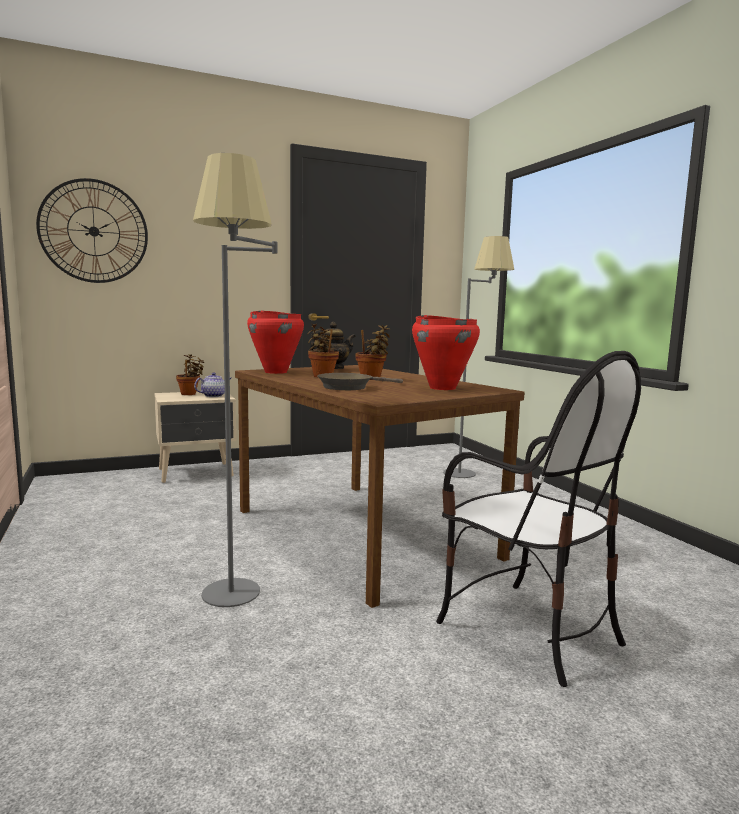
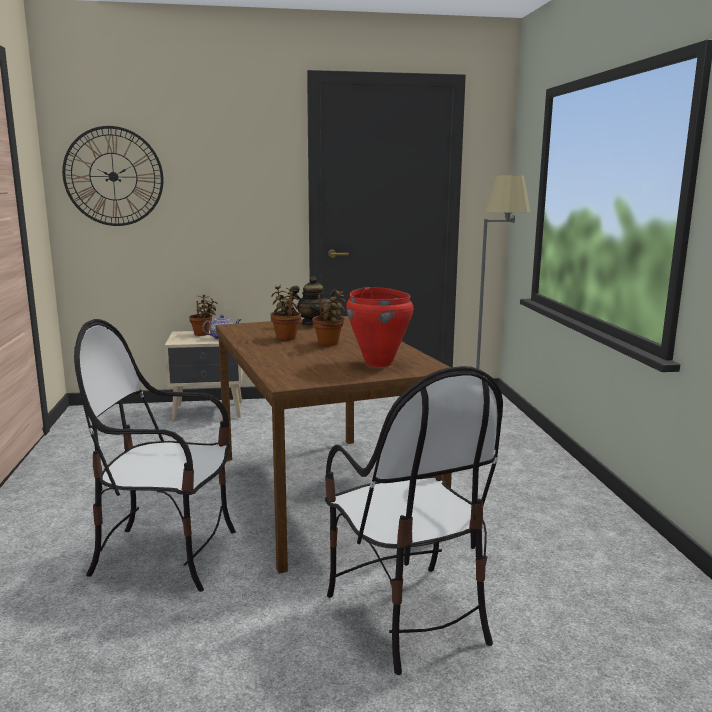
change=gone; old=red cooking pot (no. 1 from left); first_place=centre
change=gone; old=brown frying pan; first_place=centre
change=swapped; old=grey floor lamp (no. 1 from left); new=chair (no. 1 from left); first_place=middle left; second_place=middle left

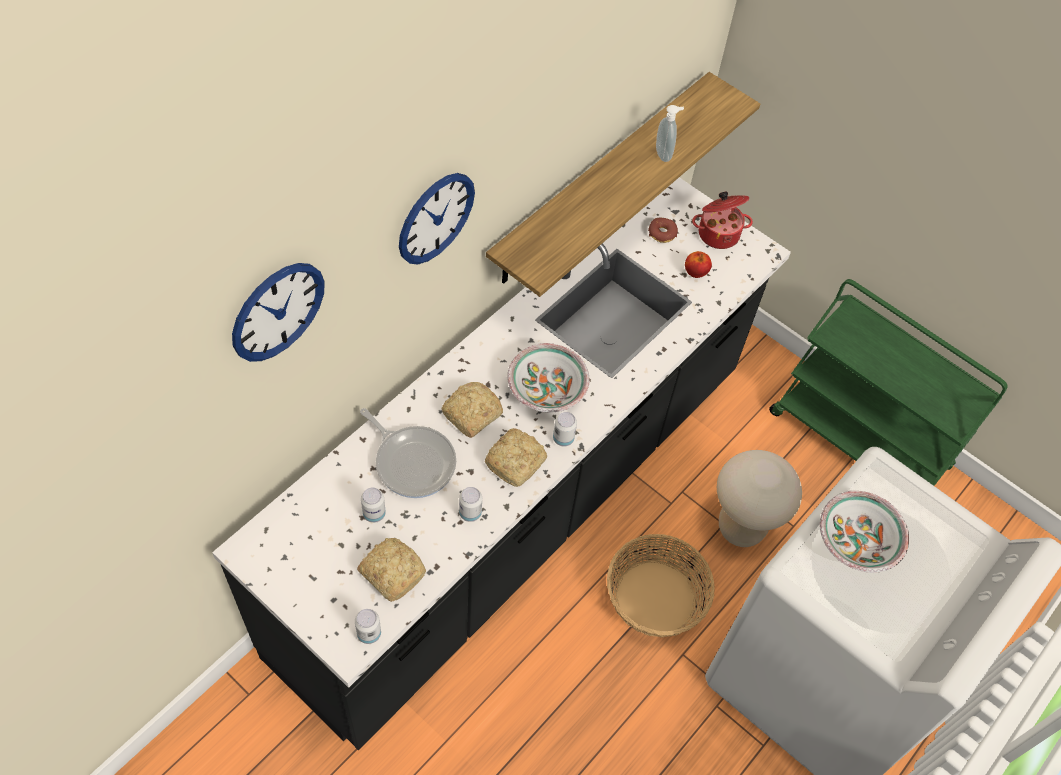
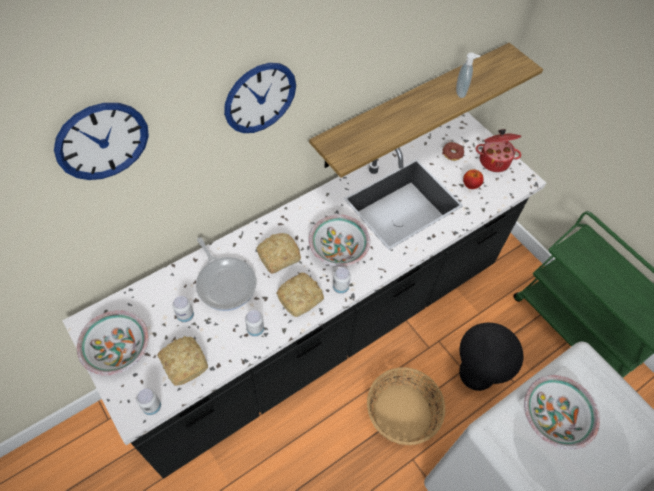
change=new; new=bowl (no. 1 from left); second_place=bottom left
change=repainted; old=beige stool; new=black stool; first_place=middle right; second_place=bottom right

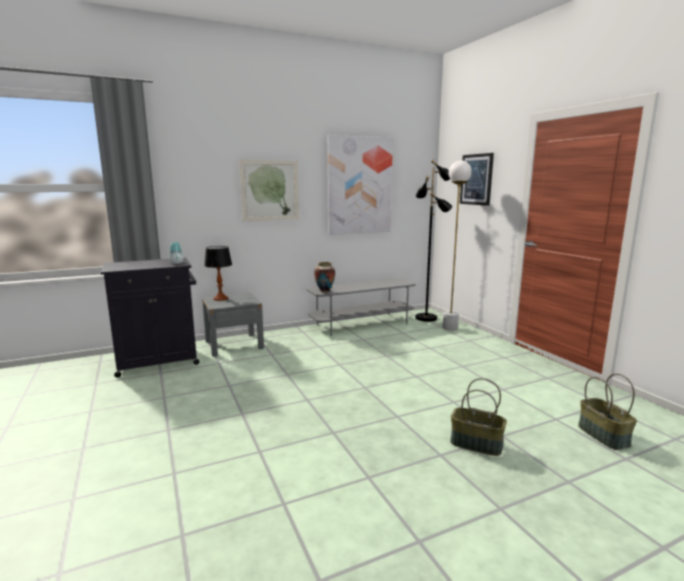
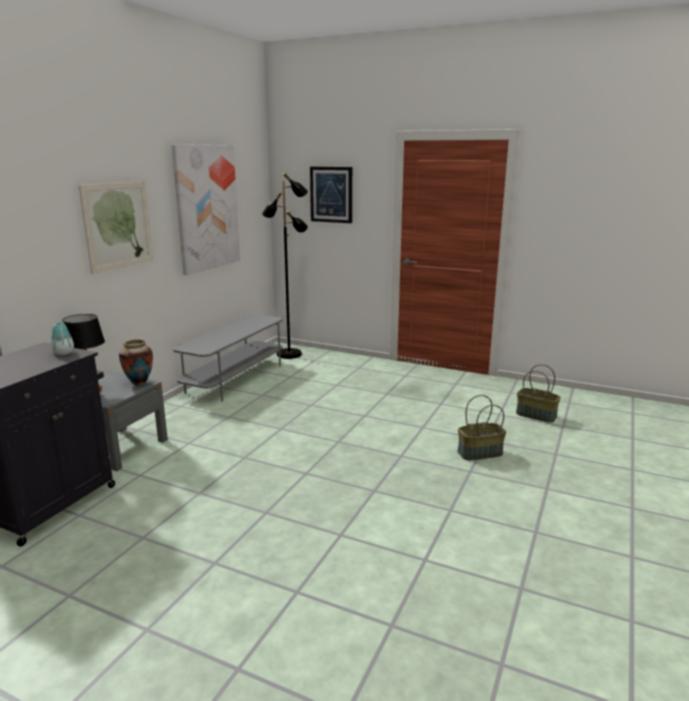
change=gone; old=white floor lamp; first_place=middle right
change=shifted; old=vase (no. 2 from left); first_place=centre; second_place=middle left

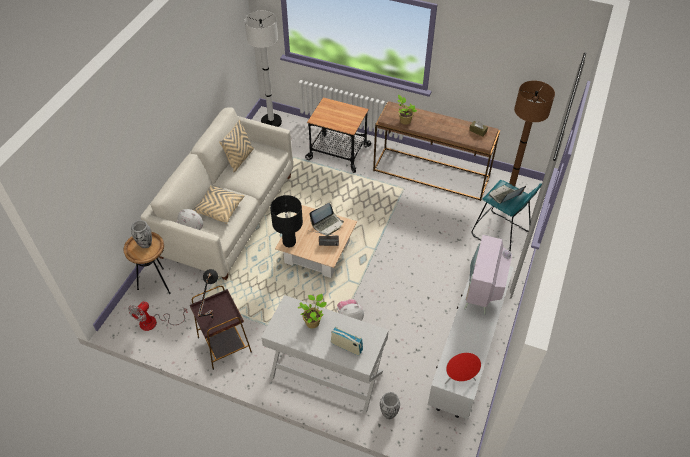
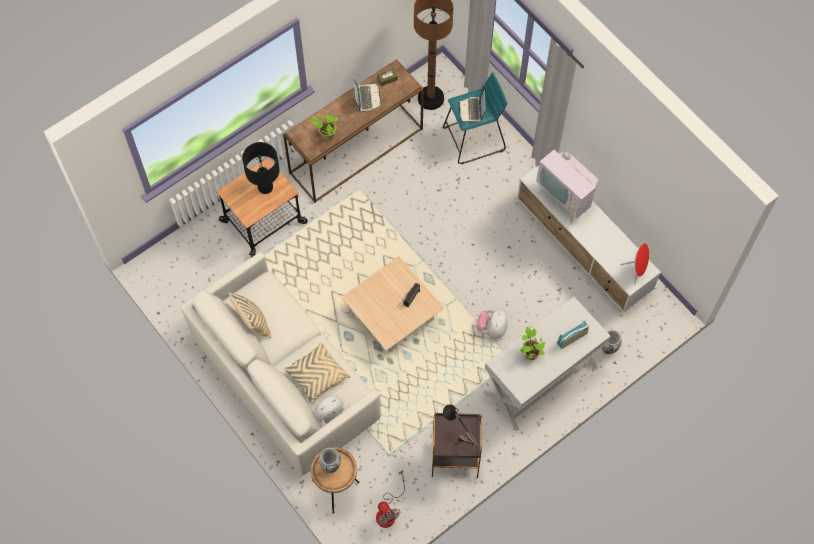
change=gone; old=white floor lamp; first_place=top centre
change=shifted; old=black table lamp (no. 2 from left in the first image); new=black table lamp (no. 1 from left); first_place=centre; second_place=top left
change=shifted; old=laptop (no. 1 from left); first_place=centre; second_place=top centre

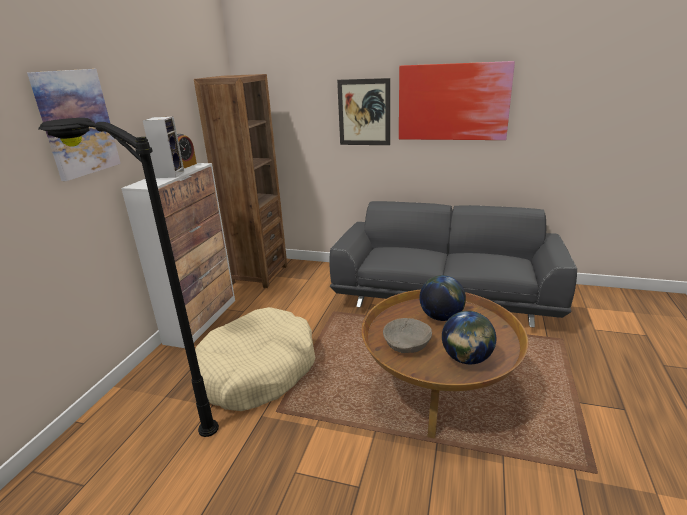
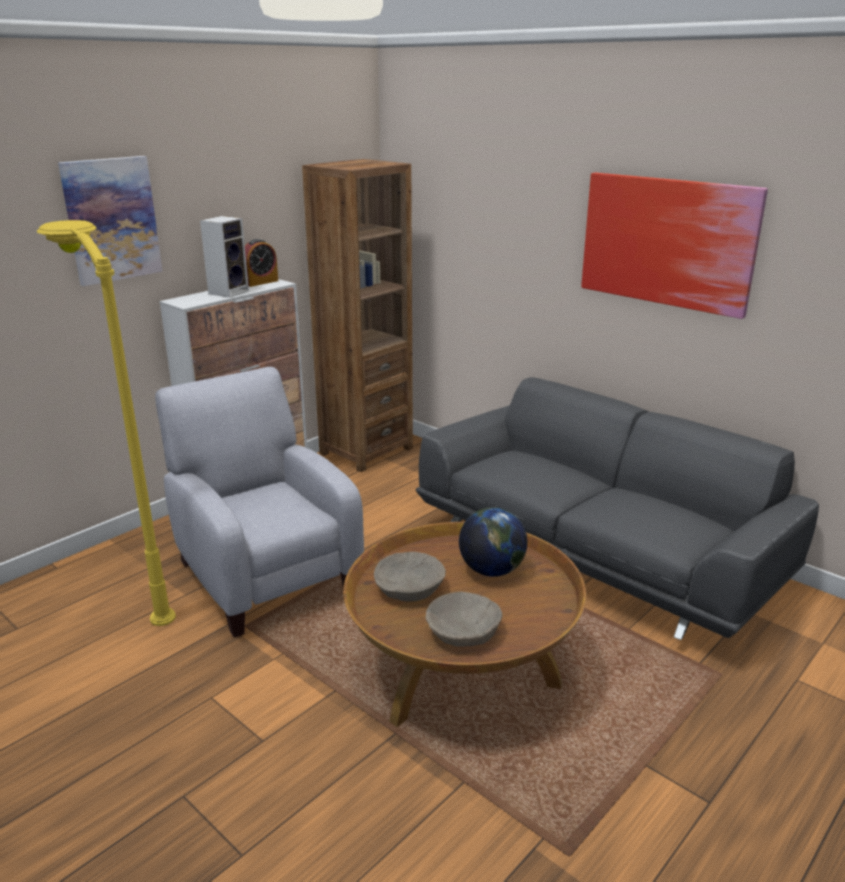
change=gone; old=picture (no. 2 from left); first_place=top centre
change=swapped; old=beige dog bed; new=grey armchair; first_place=bottom centre; second_place=middle left
change=swapped; old=globe (no. 2 from left); new=beige bowl (no. 2 from left); first_place=middle right; second_place=bottom centre
change=repainted; old=black floor lamp; new=yellow floor lamp; first_place=middle left; second_place=middle left

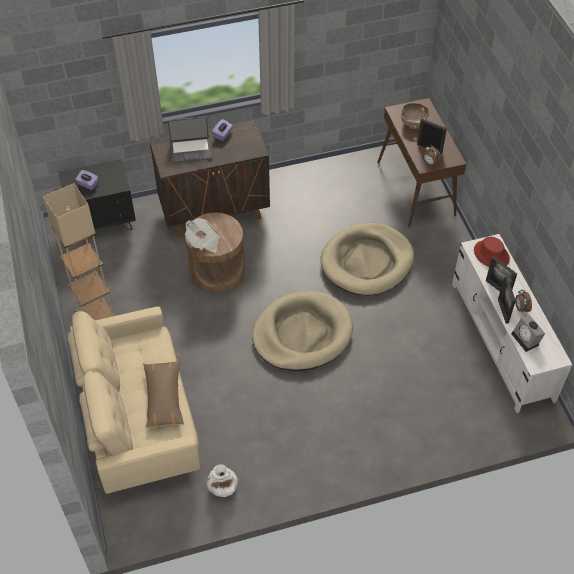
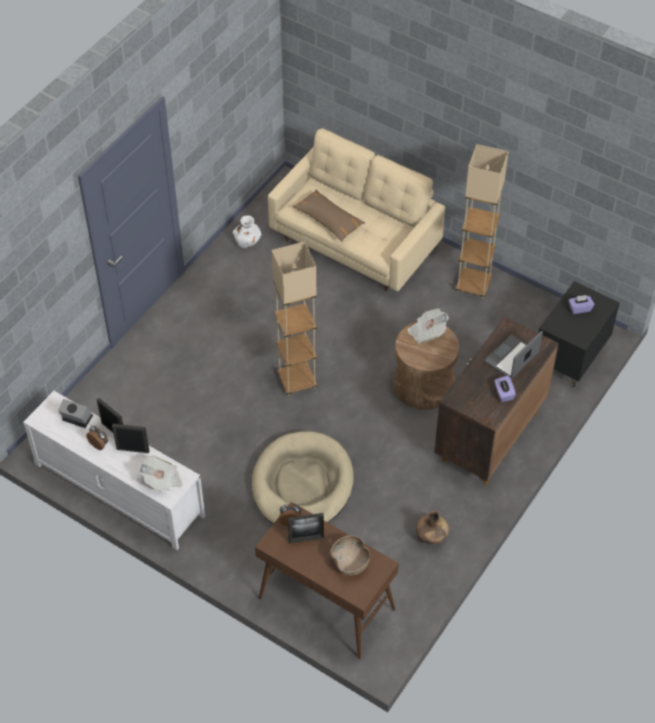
change=new; new=brown vase; second_place=bottom centre
change=swapped; old=beige dog bed (no. 1 from left); new=beige floor lamp (no. 1 from left); first_place=centre; second_place=centre
change=swapped; old=red hat; new=newspaper (no. 1 from left); first_place=middle right; second_place=middle left

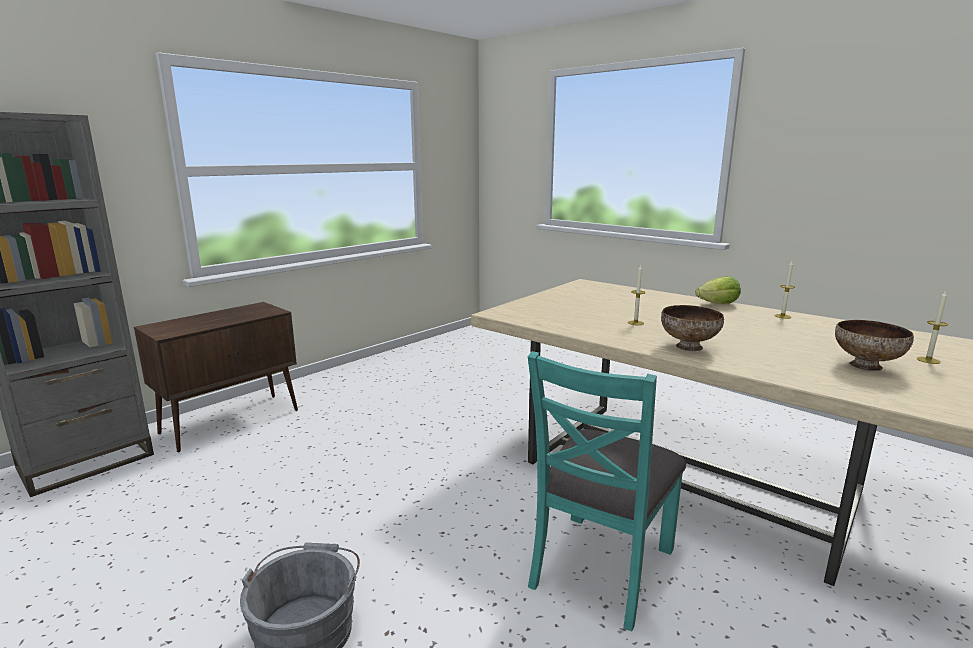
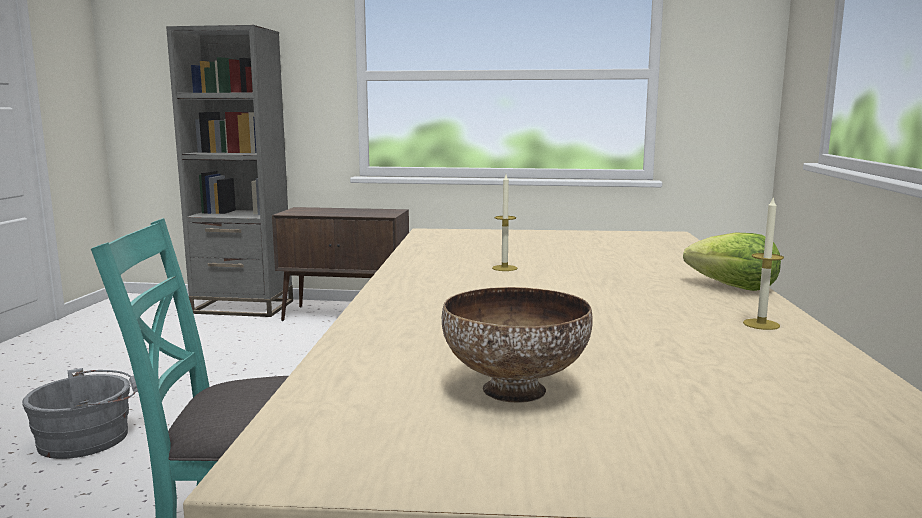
change=gone; old=bowl (no. 1 from left); first_place=middle right
change=gone; old=candle (no. 3 from left); first_place=middle right

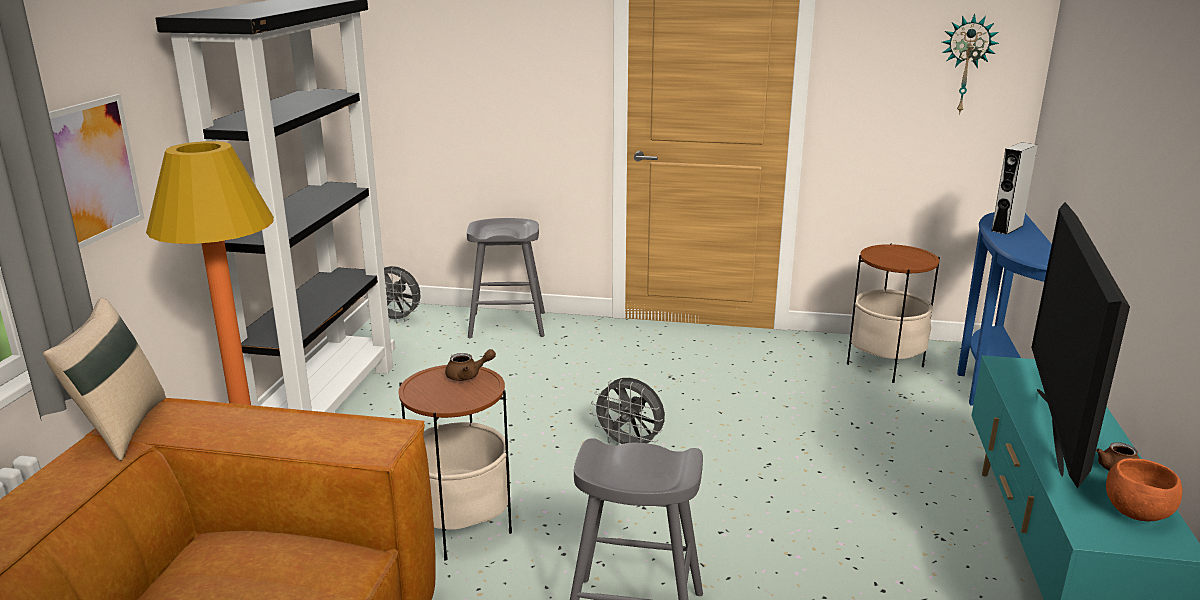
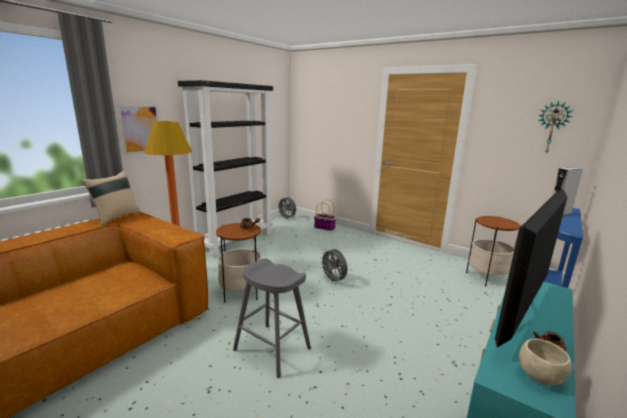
change=swapped; old=grey stool (no. 1 from left); new=basket; first_place=centre; second_place=centre
change=repainted; old=orange bowl; new=beige bowl; first_place=bottom right; second_place=bottom right

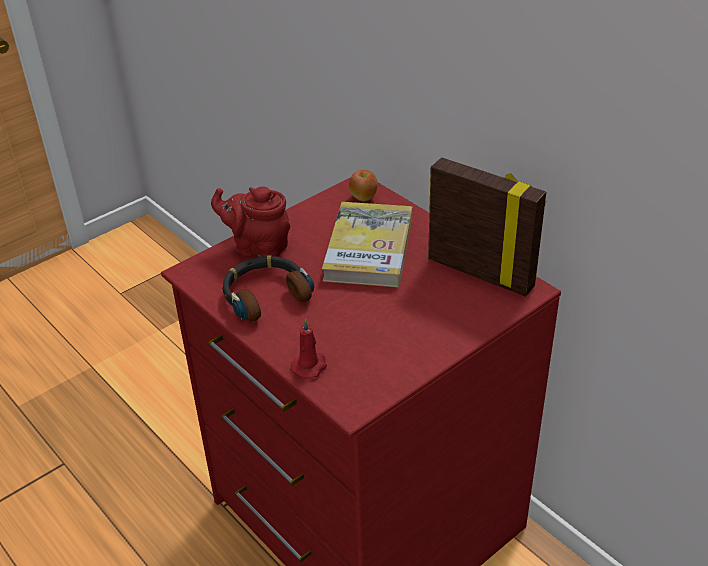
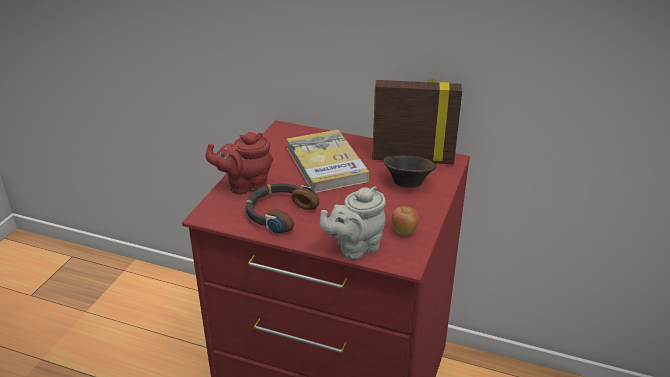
change=new; new=brown bowl; second_place=centre
change=shifted; old=apple; first_place=top centre; second_place=centre
change=swapped; old=red candle; new=grey teapot; first_place=centre; second_place=centre

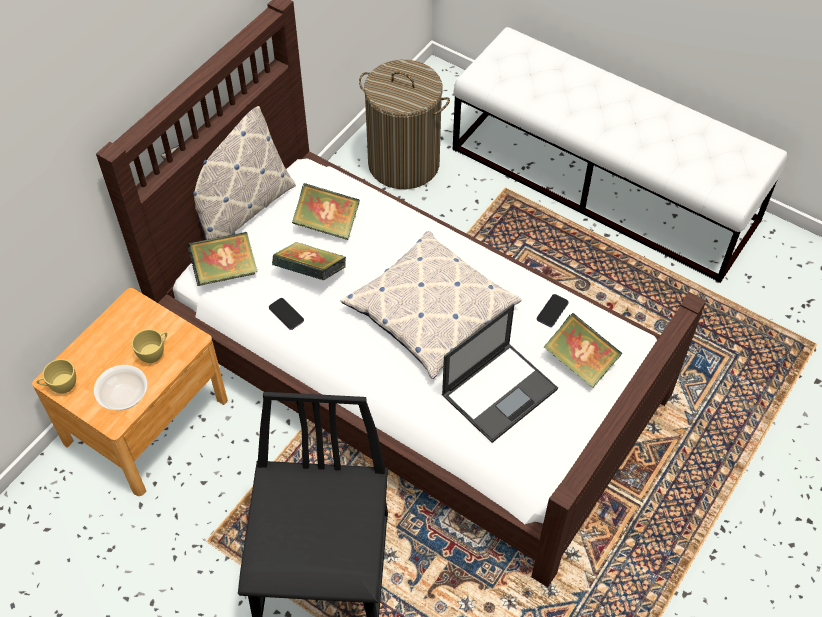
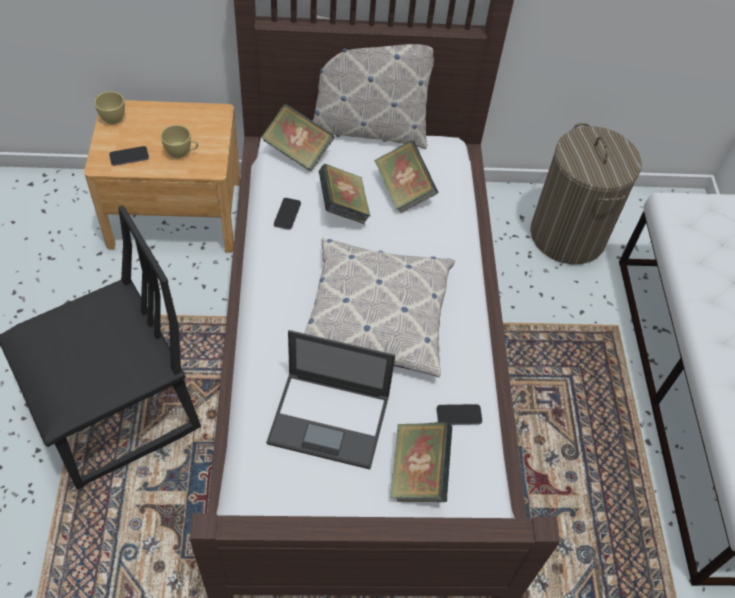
change=swapped; old=bowl; new=phone (no. 1 from left); first_place=middle left; second_place=top left

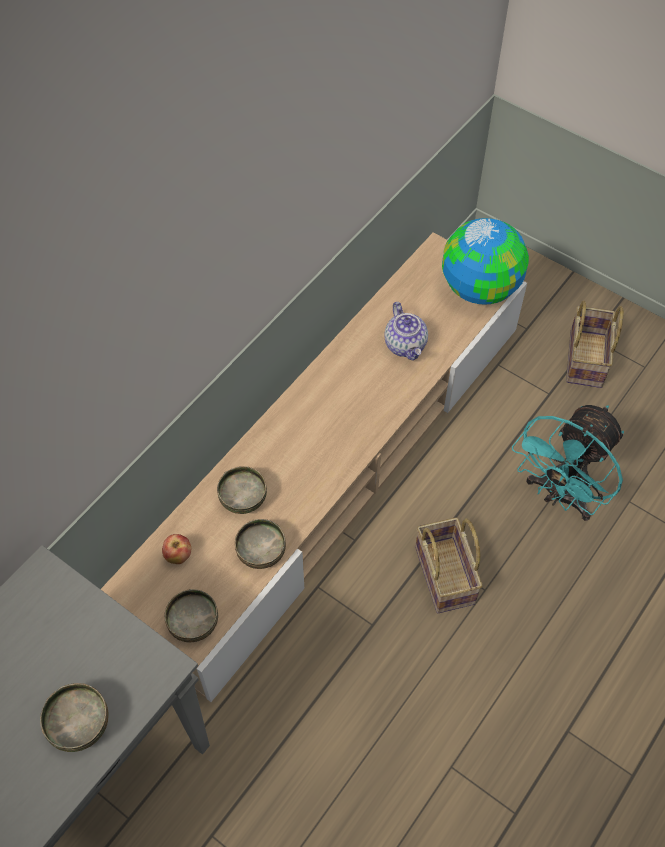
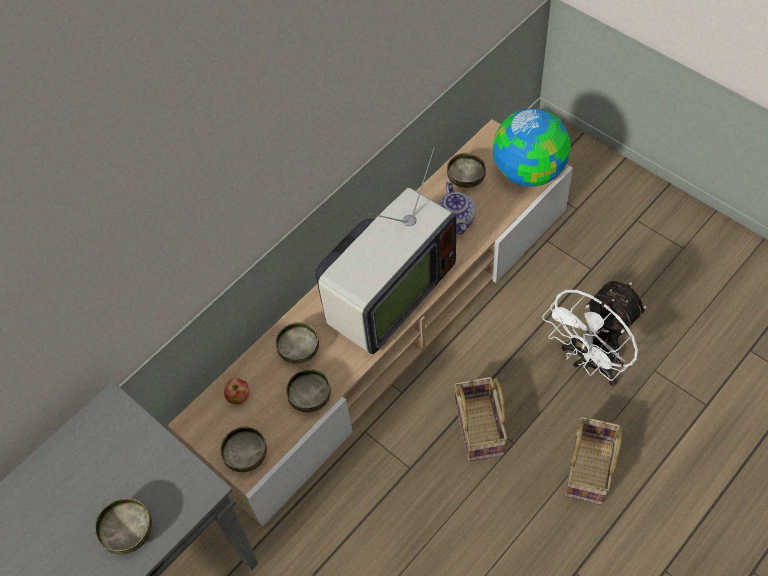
change=new; new=television; second_place=centre
change=new; new=bowl (no. 5 from left); second_place=top centre
change=shifted; old=basket (no. 2 from left); first_place=middle right; second_place=bottom right
change=repainted; old=turquoise fan; new=white fan; first_place=middle right; second_place=middle right

